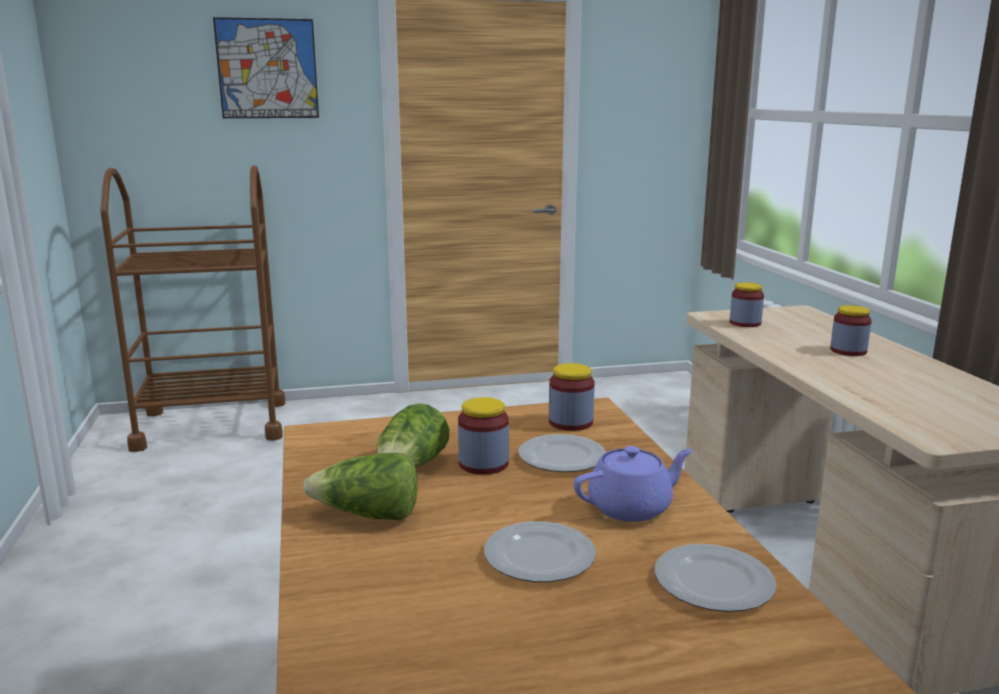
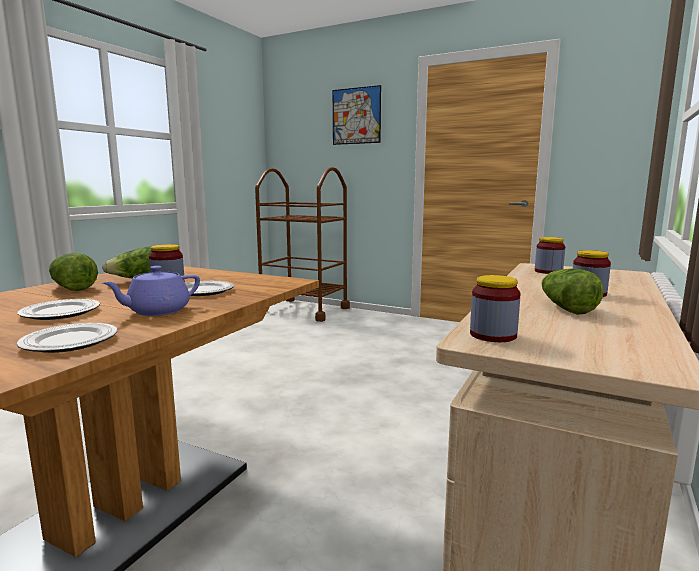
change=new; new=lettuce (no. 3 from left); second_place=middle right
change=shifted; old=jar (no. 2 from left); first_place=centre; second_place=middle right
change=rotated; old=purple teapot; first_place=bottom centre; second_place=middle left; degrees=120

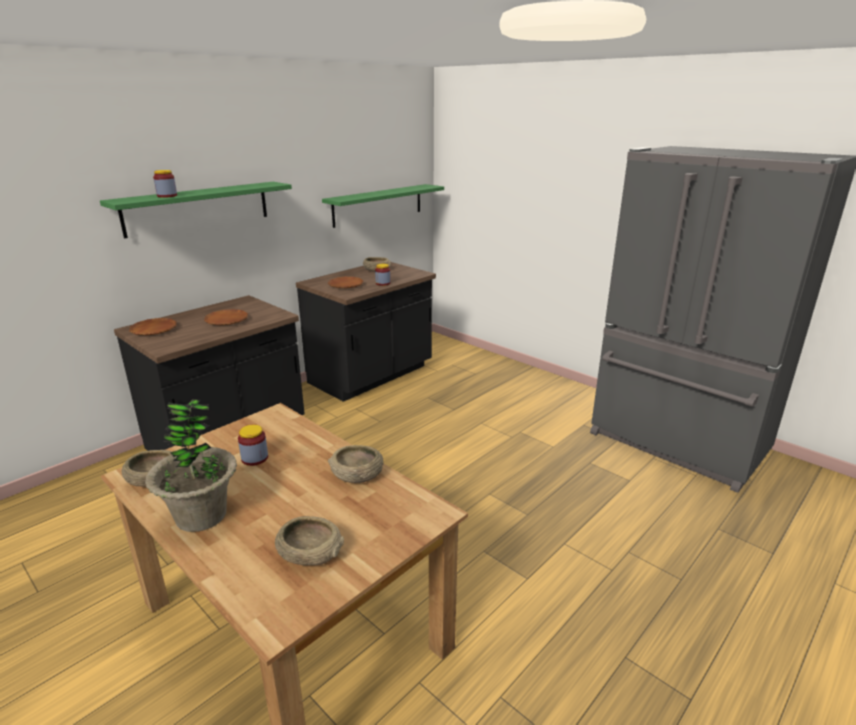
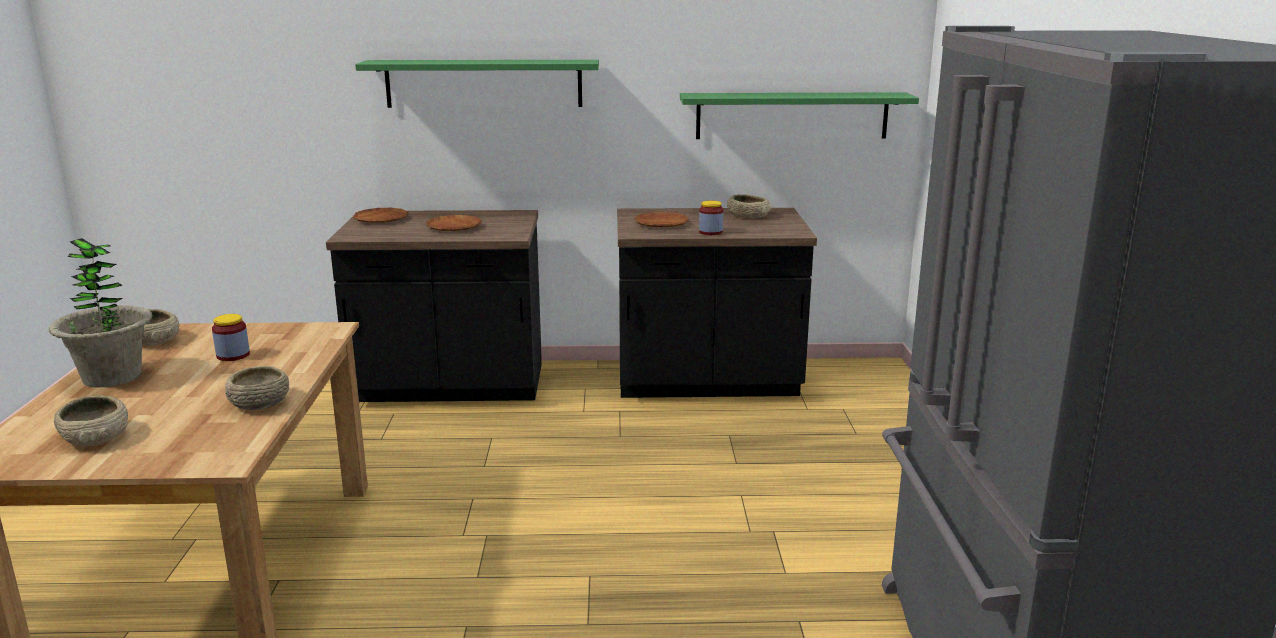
change=gone; old=jar (no. 1 from left); first_place=top left

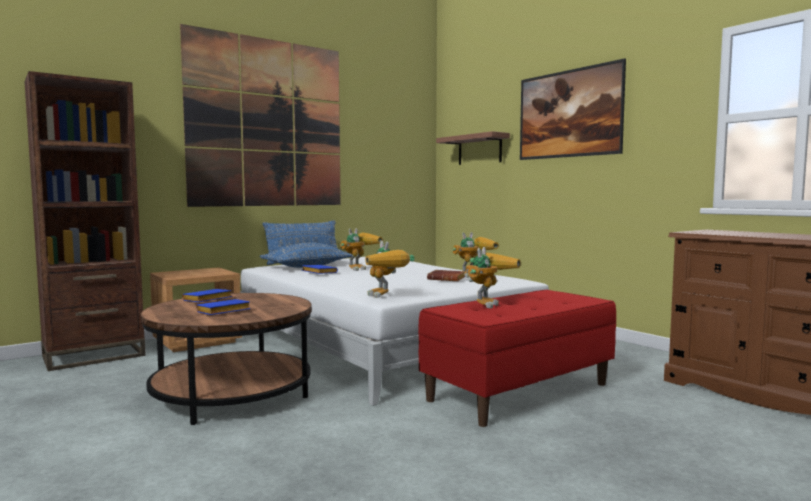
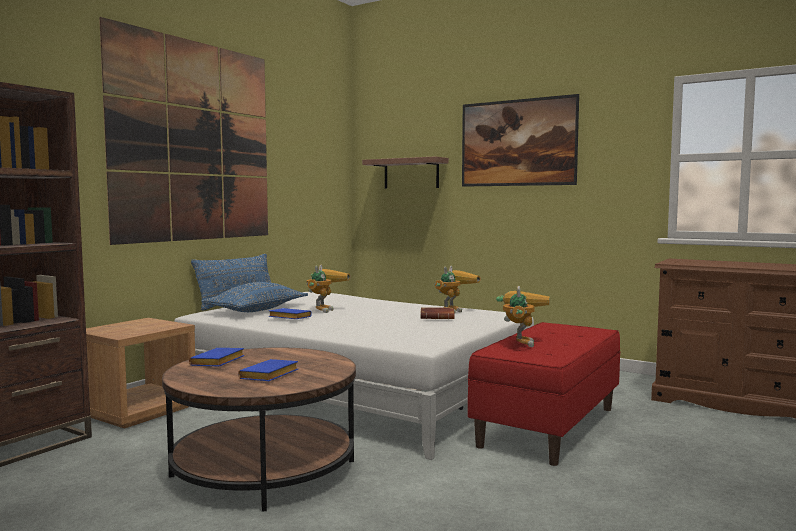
change=gone; old=toy robot (no. 2 from left); first_place=centre

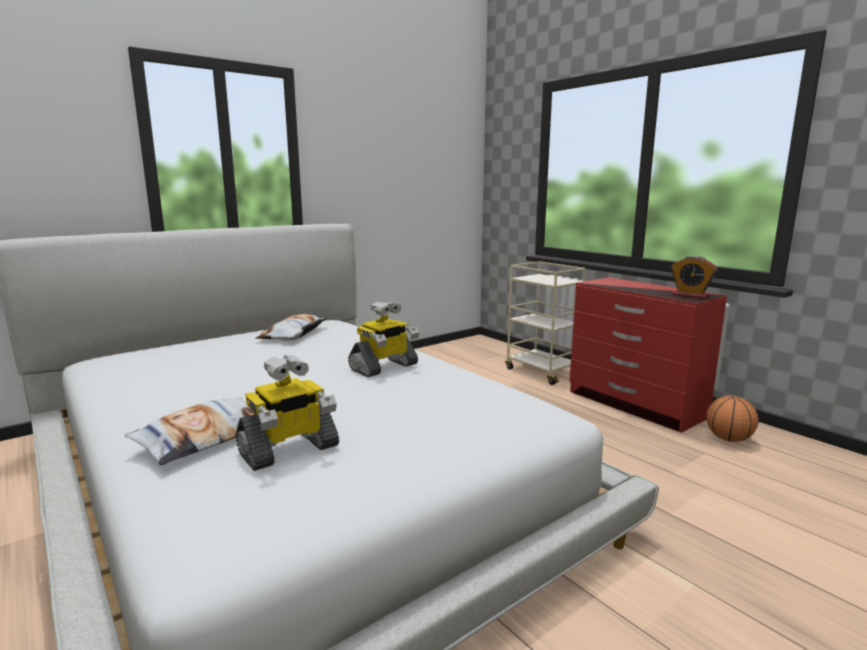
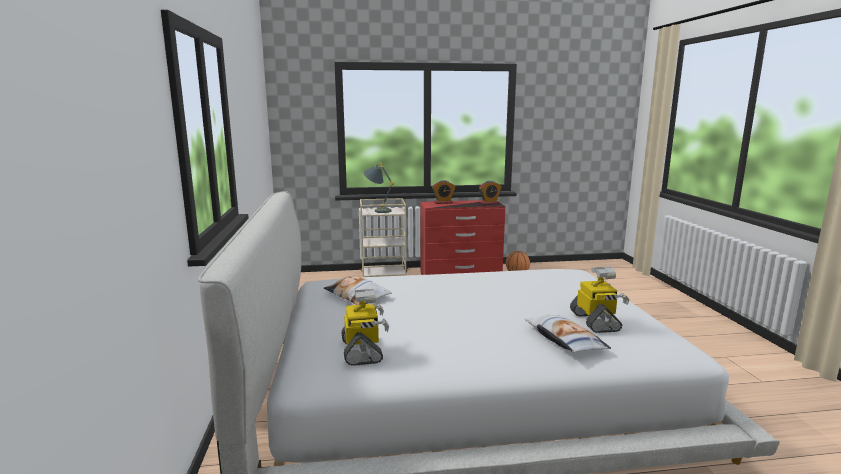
change=new; new=grey table lamp; second_place=centre
change=new; new=alarm clock (no. 1 from left); second_place=centre
change=shifted; old=toy robot (no. 2 from left in the first image); new=toy robot (no. 1 from left); first_place=centre; second_place=bottom centre

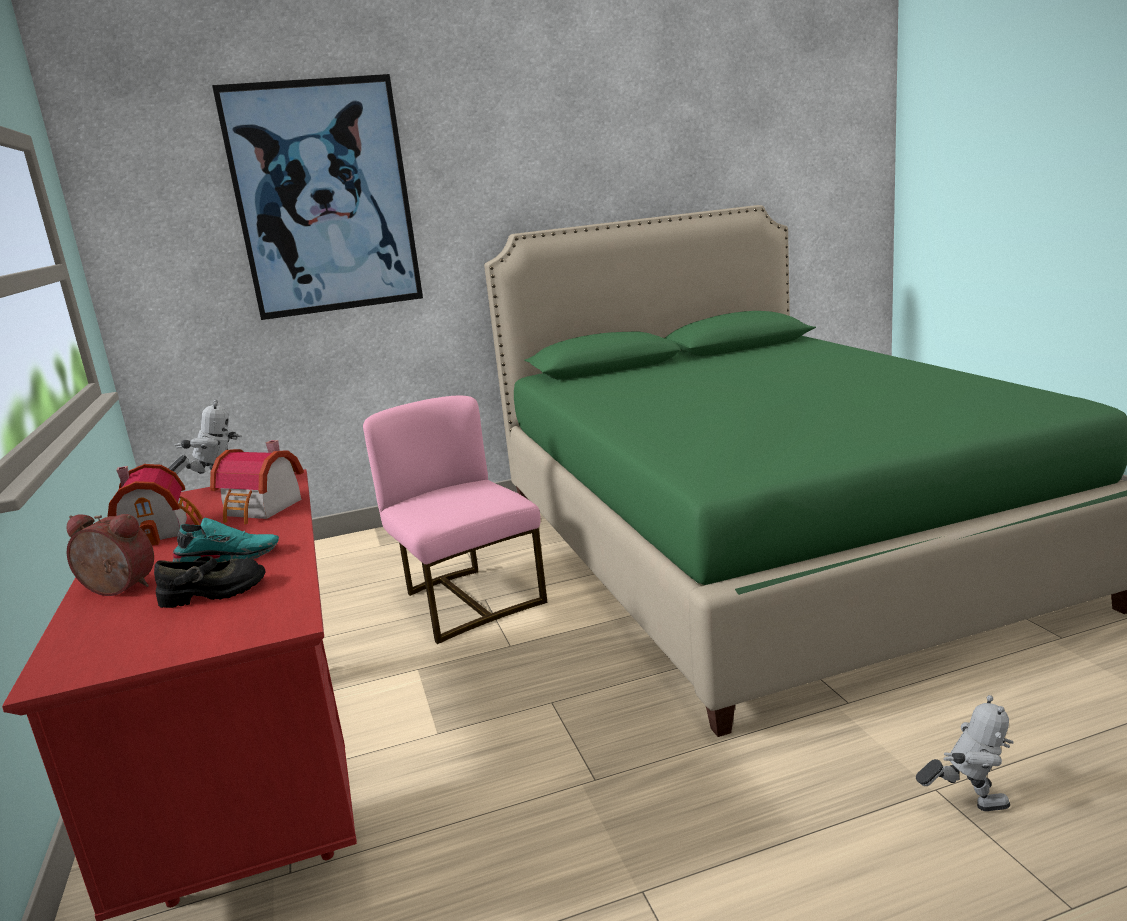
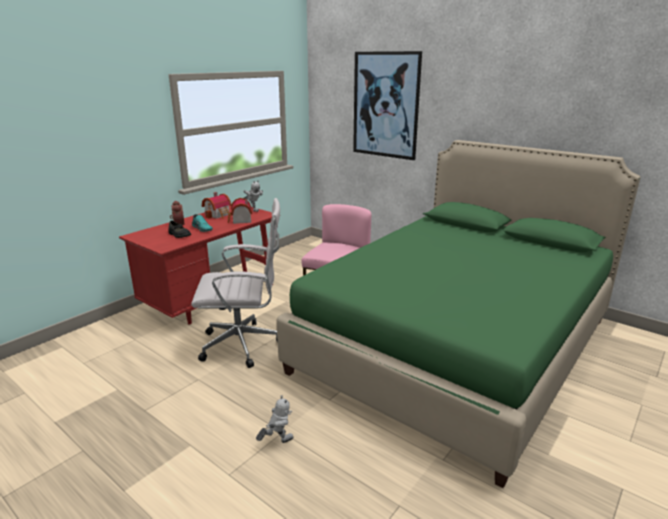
change=new; new=white office chair; second_place=centre
change=rotated; old=toy robot (no. 2 from left); first_place=bottom right; second_place=bottom centre; degrees=-90

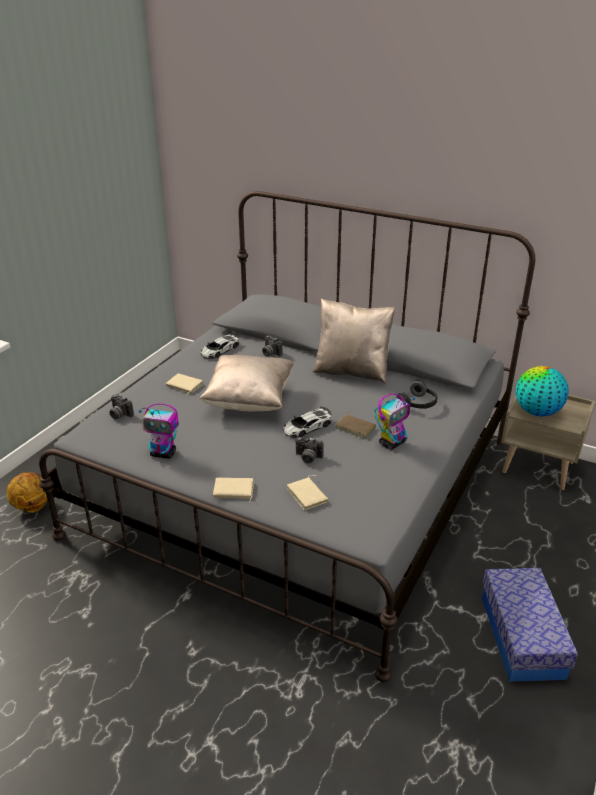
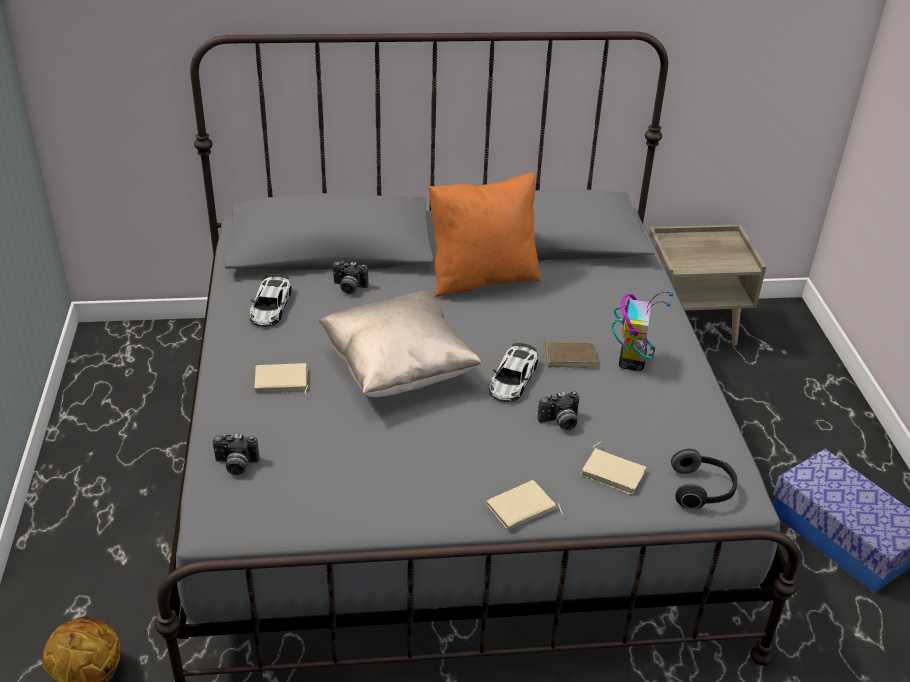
change=gone; old=toy robot (no. 1 from left); first_place=middle left
change=gone; old=globe; first_place=middle right
change=shifted; old=headphones; first_place=middle right; second_place=bottom right
change=repainted; old=beige pillow (no. 2 from left); new=orange pillow; first_place=centre; second_place=centre

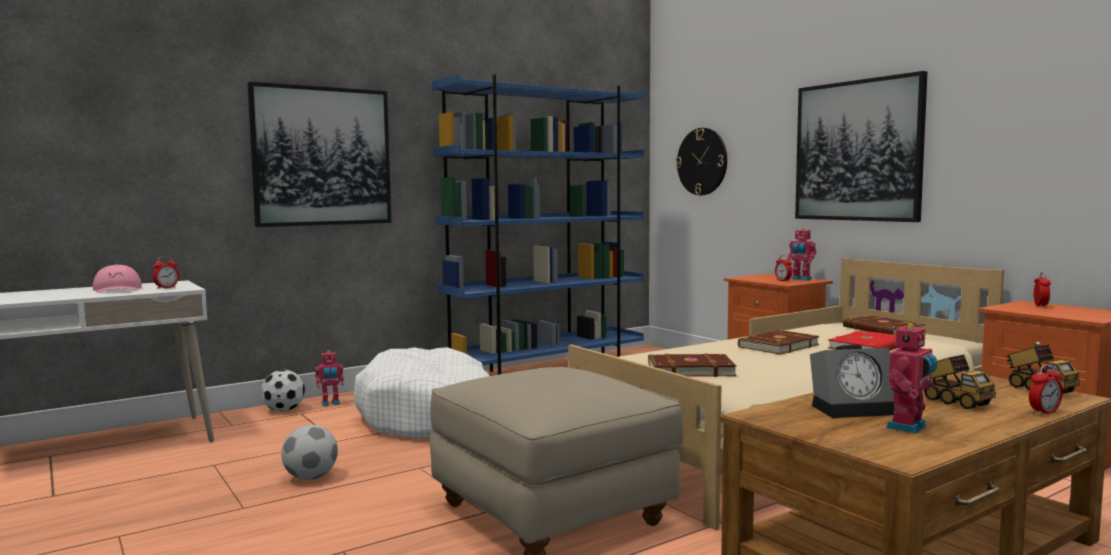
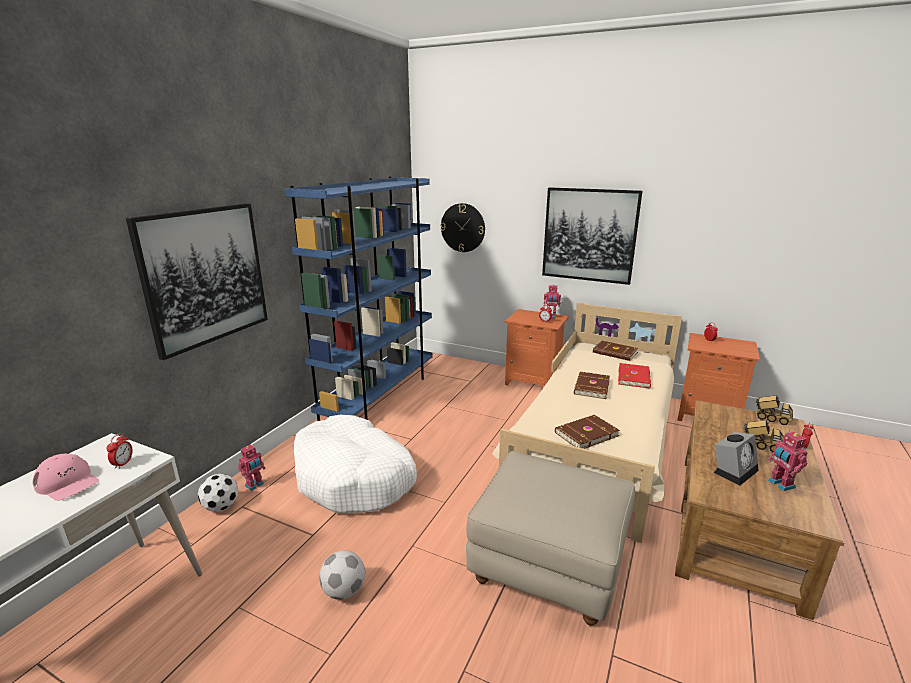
change=rotated; old=toy robot (no. 3 from left); first_place=bottom right; second_place=bottom right; degrees=150

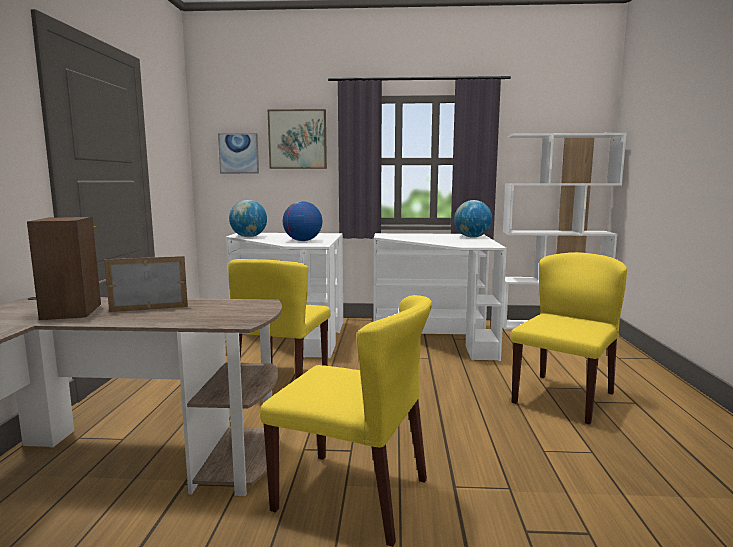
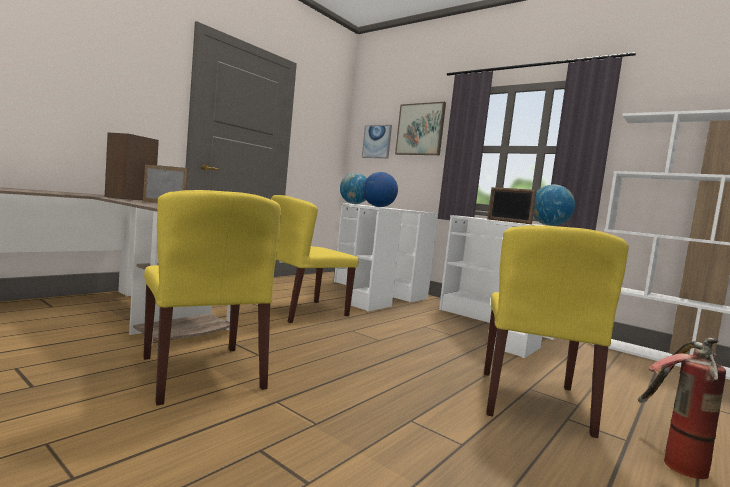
change=new; new=picture frame (no. 2 from left); second_place=middle right
change=new; new=fire extinguisher; second_place=bottom right
change=rotated; old=yellow chair (no. 3 from left); first_place=middle right; second_place=bottom right; degrees=120

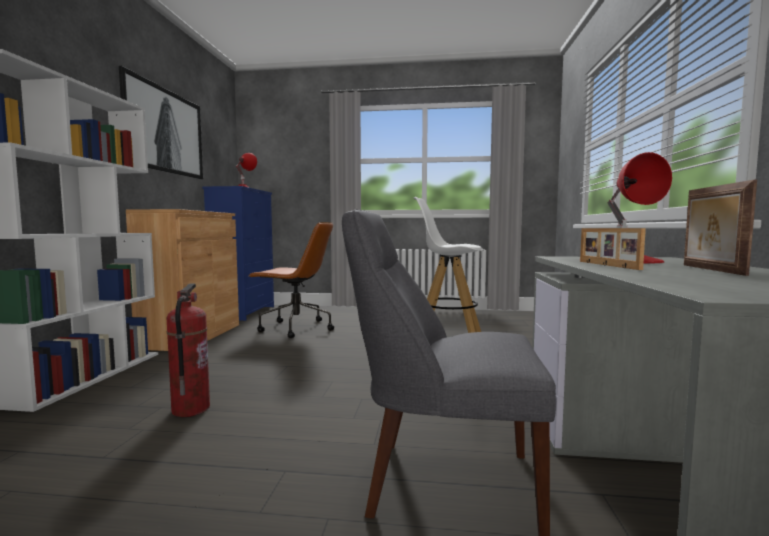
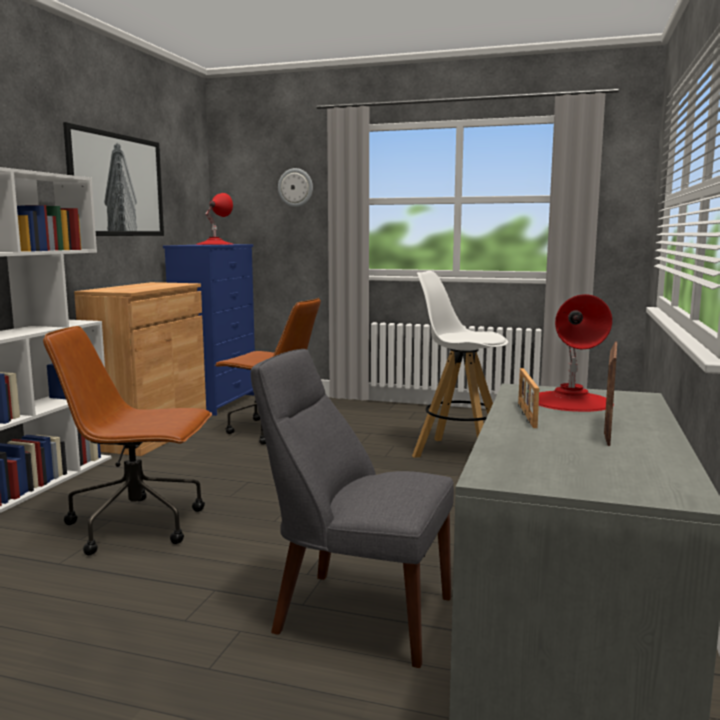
change=new; new=wall clock; second_place=top centre
change=swapped; old=fire extinguisher; new=brown office chair (no. 1 from left); first_place=middle left; second_place=middle left

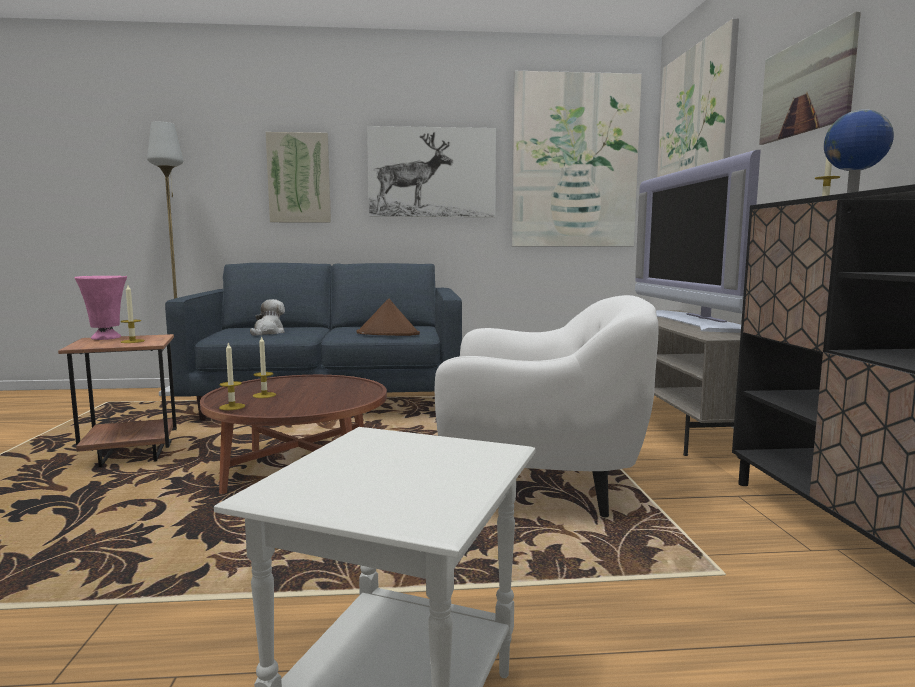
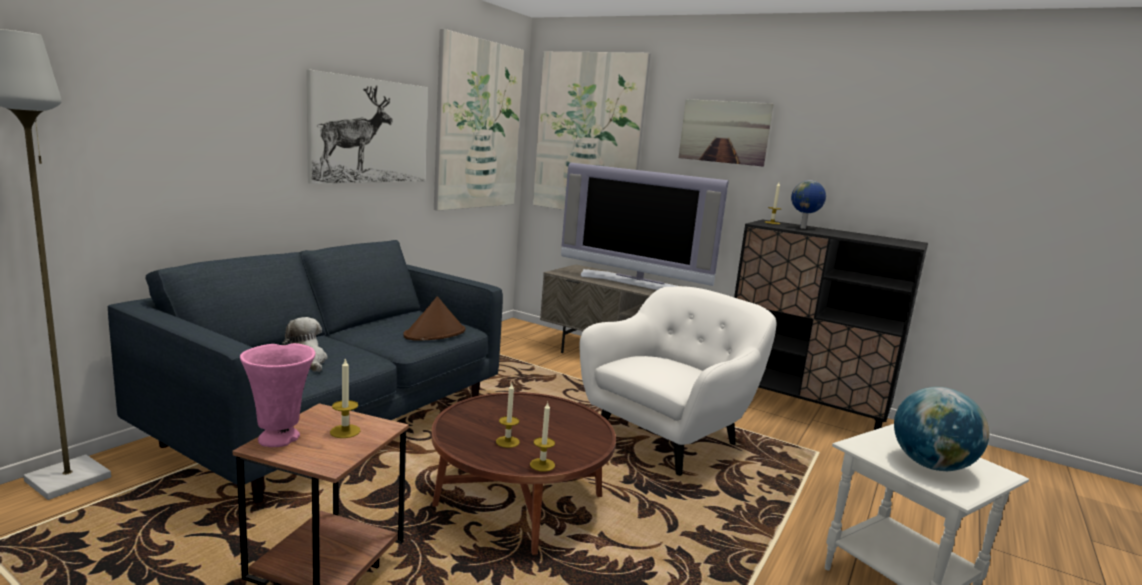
change=gone; old=picture (no. 1 from left); first_place=top left
change=new; new=globe (no. 2 from left); second_place=bottom right

